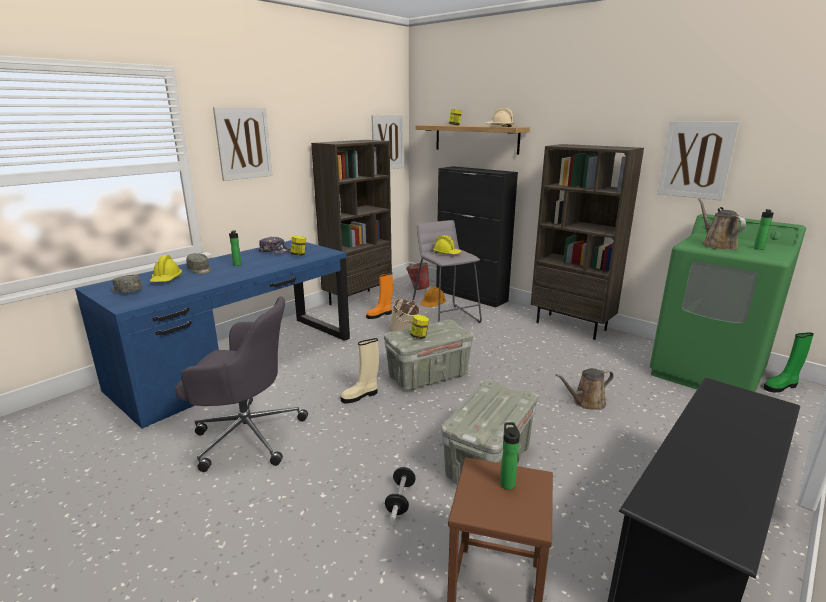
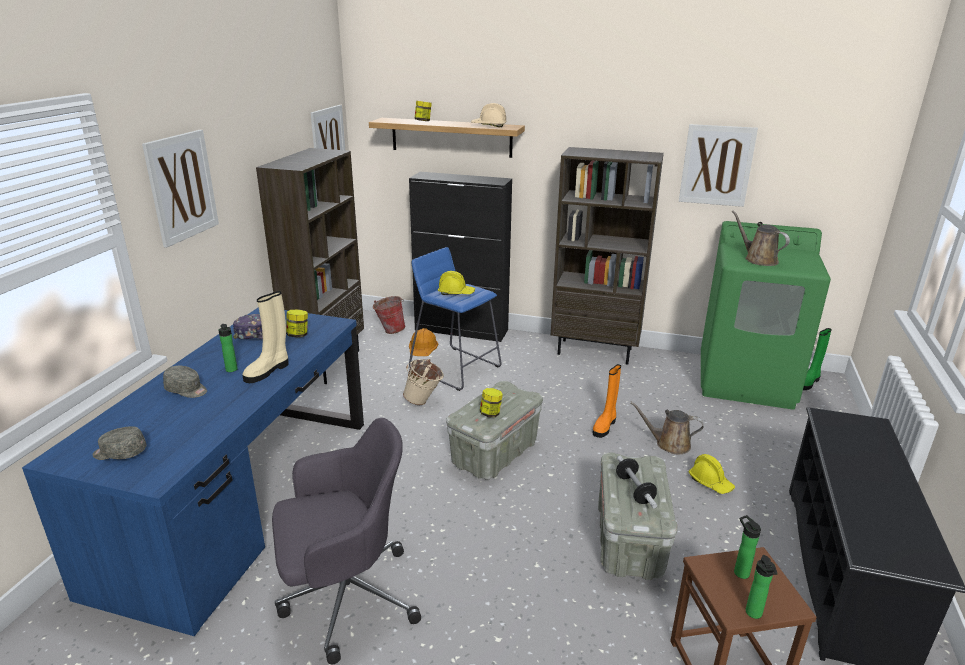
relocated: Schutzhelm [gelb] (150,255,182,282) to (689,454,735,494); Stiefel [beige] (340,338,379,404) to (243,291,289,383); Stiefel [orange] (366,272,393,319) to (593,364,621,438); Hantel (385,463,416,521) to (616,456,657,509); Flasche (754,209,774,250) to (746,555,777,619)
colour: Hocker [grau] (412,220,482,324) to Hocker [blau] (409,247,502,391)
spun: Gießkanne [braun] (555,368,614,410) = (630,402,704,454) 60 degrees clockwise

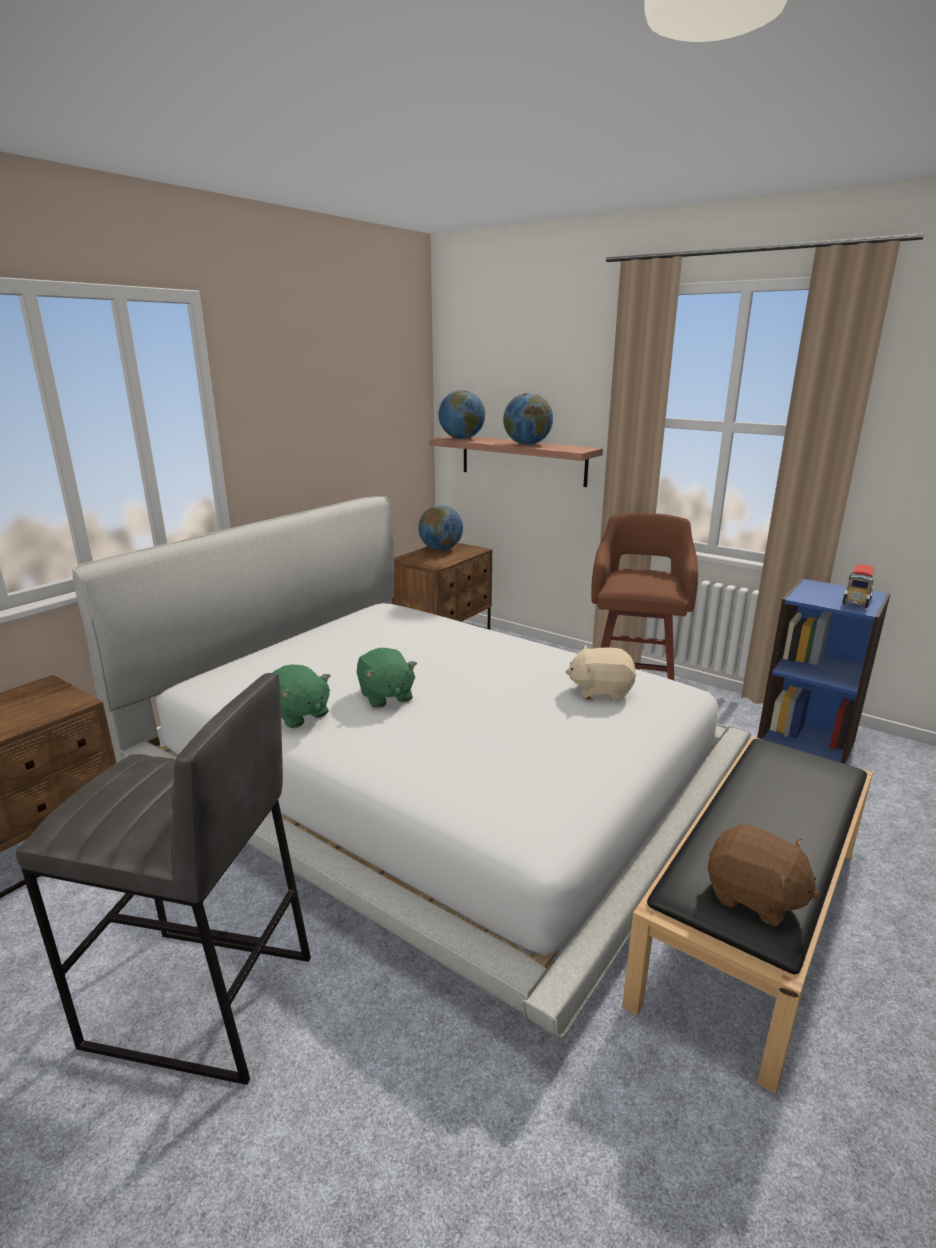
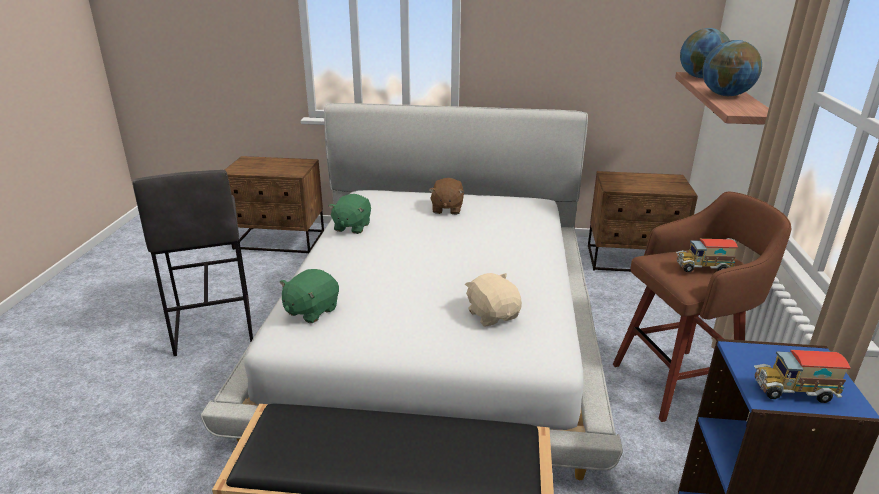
missing: Globus (418,505,463,550)
appeared: Spielzeuglaster (676,239,738,272)
relocated: Plüschtier [grün] (357,648,417,708) to (280,269,339,323); Plüschtier [braun] (708,824,820,926) to (429,178,464,215)

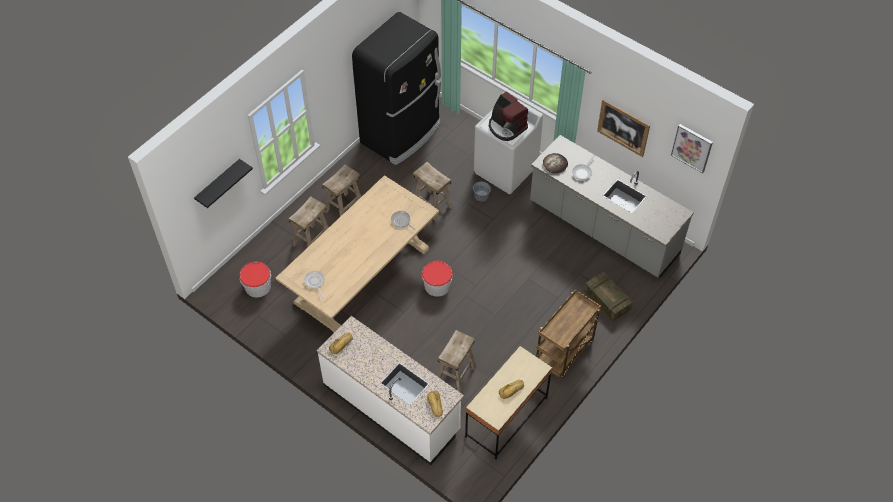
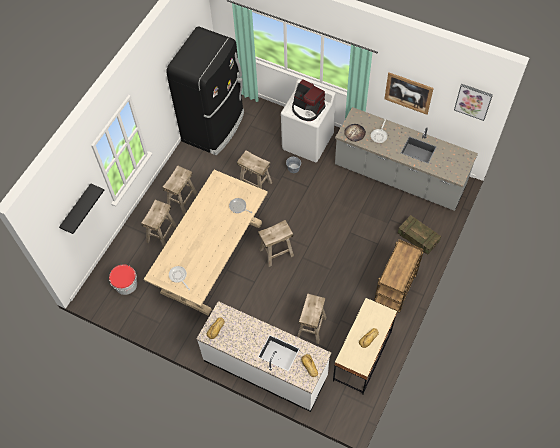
exchanged: Eimer (422,261,453,297) to Hocker [beige] (258,220,294,267)

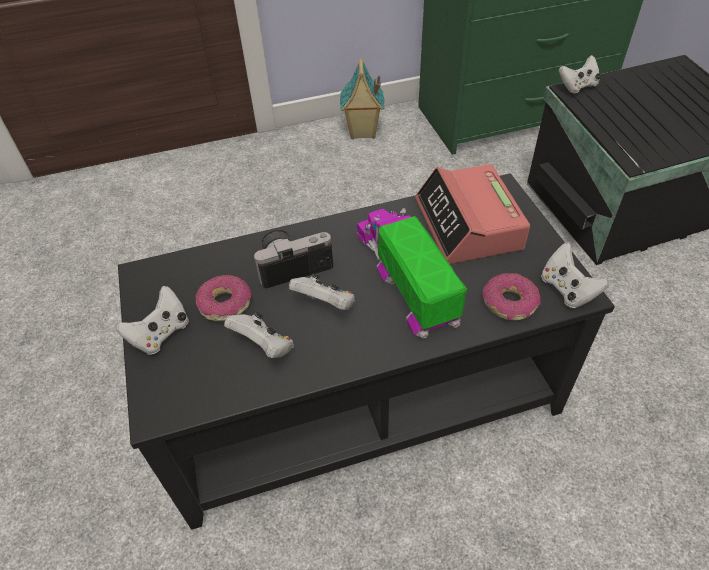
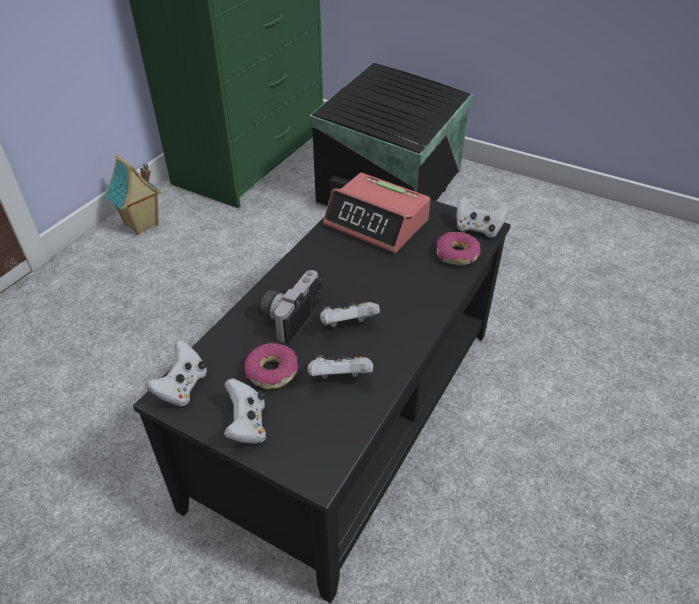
missing: Spielzeuglaster (357,208,467,339)
relocated: Gamepad [weiß] (559,55,601,93) to (146,340,207,407)

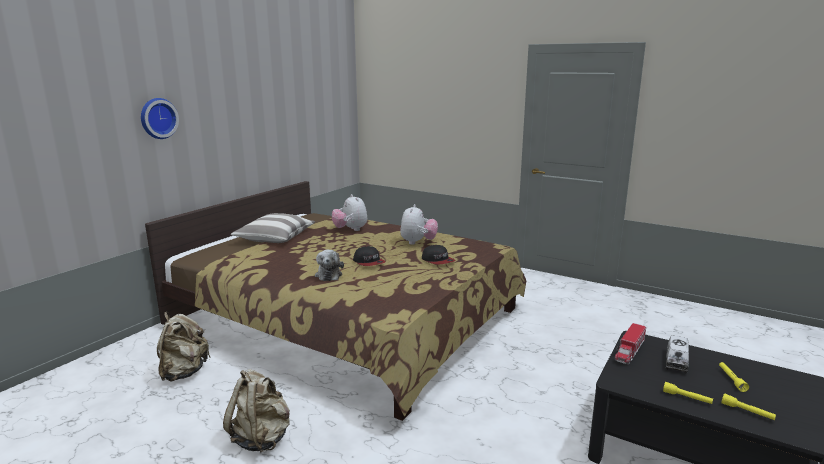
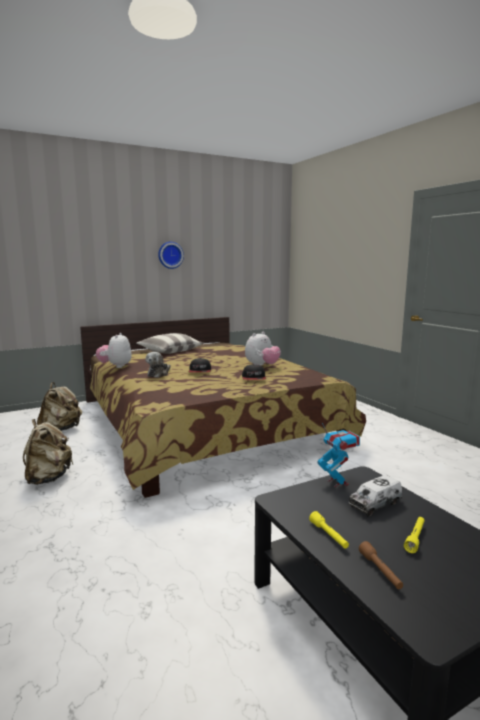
relocated: Wanduhr (141,98,179,139) to (158,242,184,269); Plüschtier (332,194,367,231) to (96,333,132,368)
exchanged: Spielzeuglaster (615,323,646,365) to Spielzeugroboter (318,423,360,487)
colour: Taschenlampe [gelb] (721,393,776,420) to Taschenlampe [braun] (359,541,403,590)

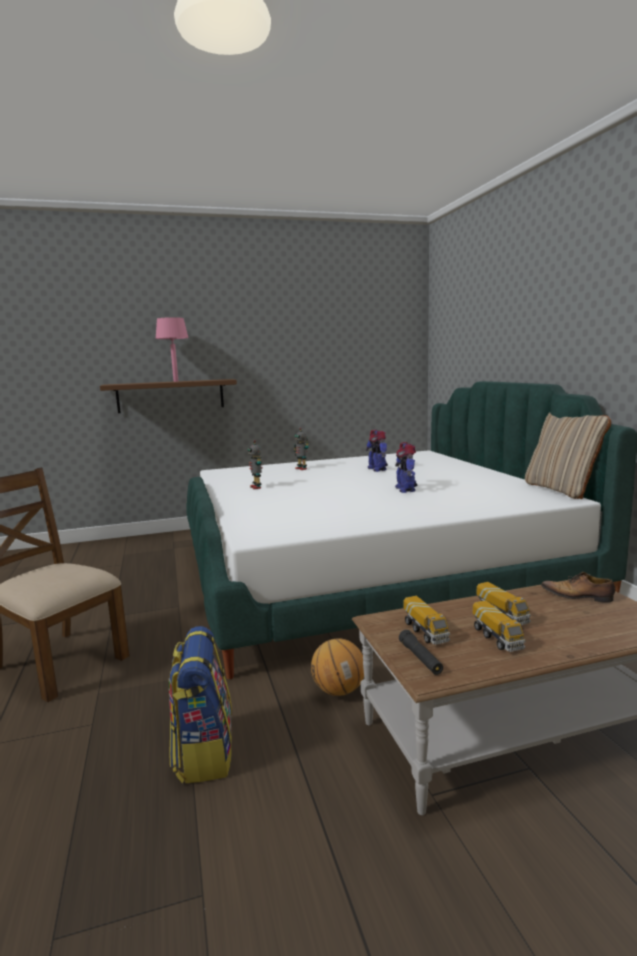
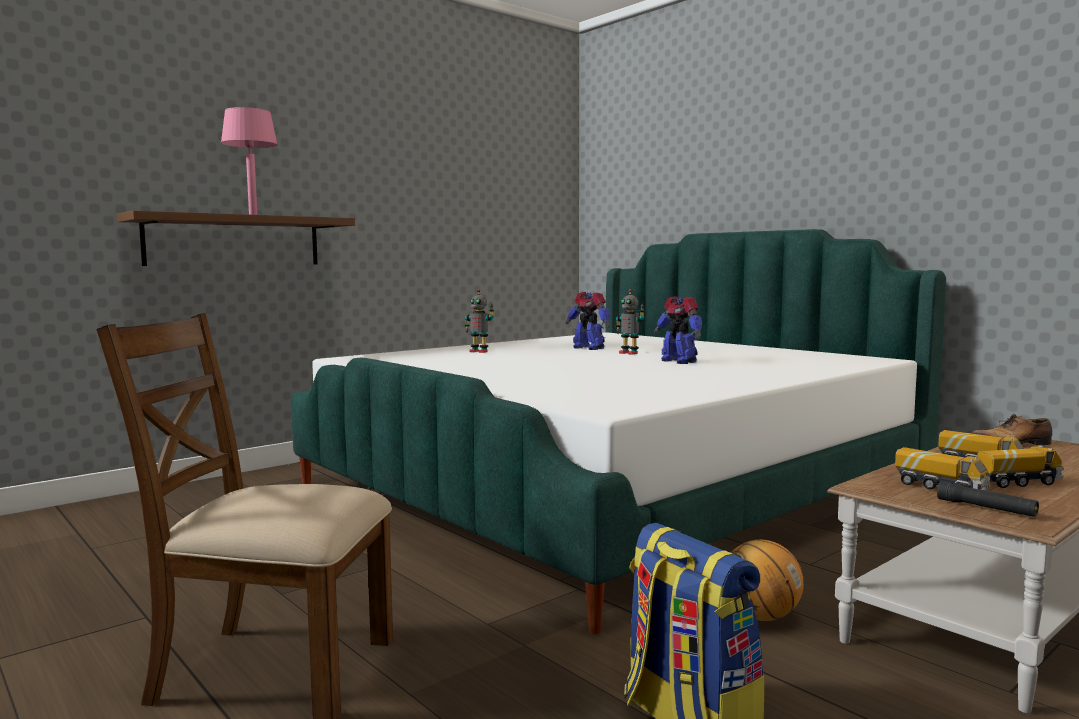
missing: Kissen [beige] (525,413,611,499)
relocated: Spielzeugroboter (248,440,262,489) to (615,289,645,355)
spun: Spielzeuglaster (473,600,526,652) = (977,445,1064,488) 60 degrees counterclockwise

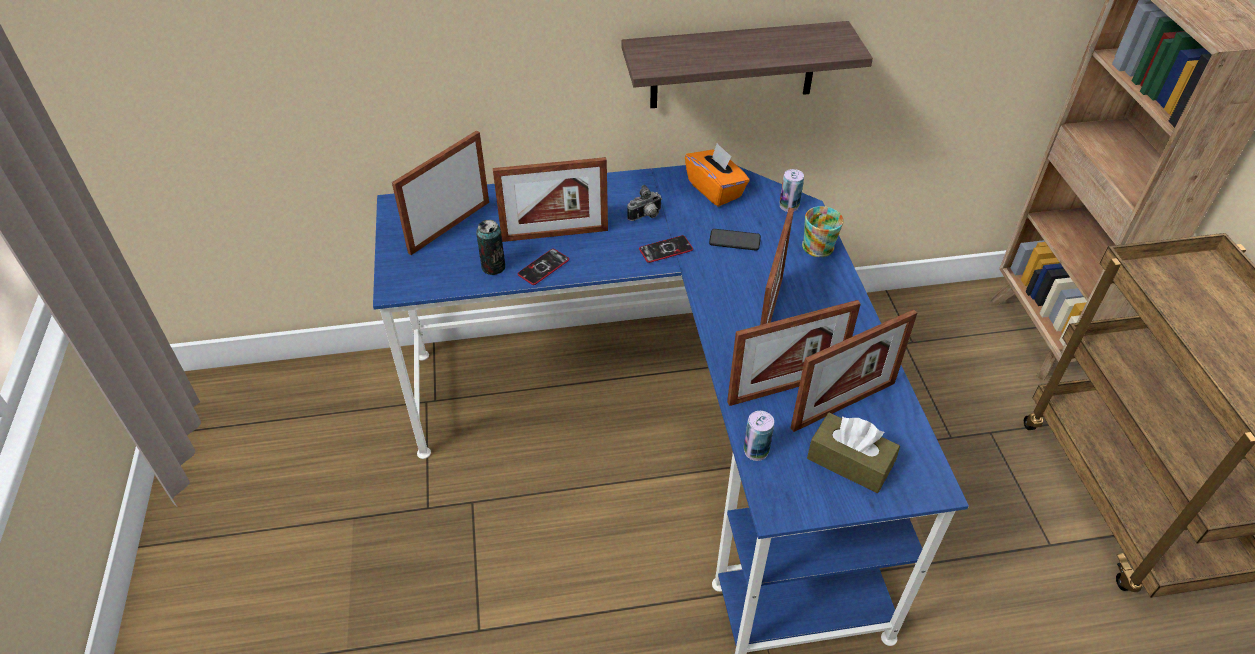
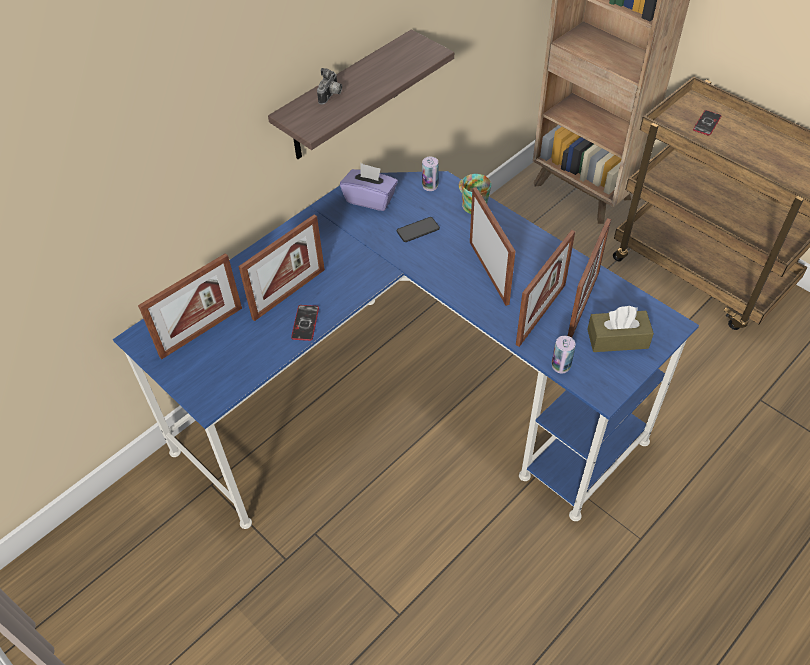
missing: Dose (476,220,505,275)
relocated: Kamera (627,185,662,221) to (317,68,342,105); Handy (639,235,693,263) to (693,110,721,136)
colour: Taschentuchbox [orange] (685,143,750,207) to Taschentuchbox [lila] (340,163,398,211)
spun: Bilderrahmen (392,131,489,255) = (138,253,242,359) 135 degrees counterclockwise

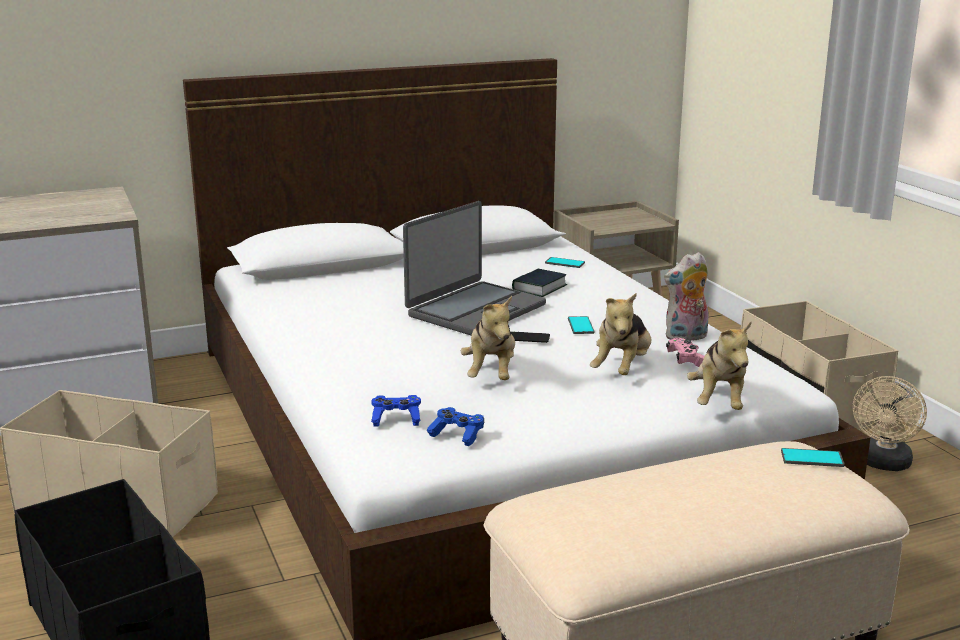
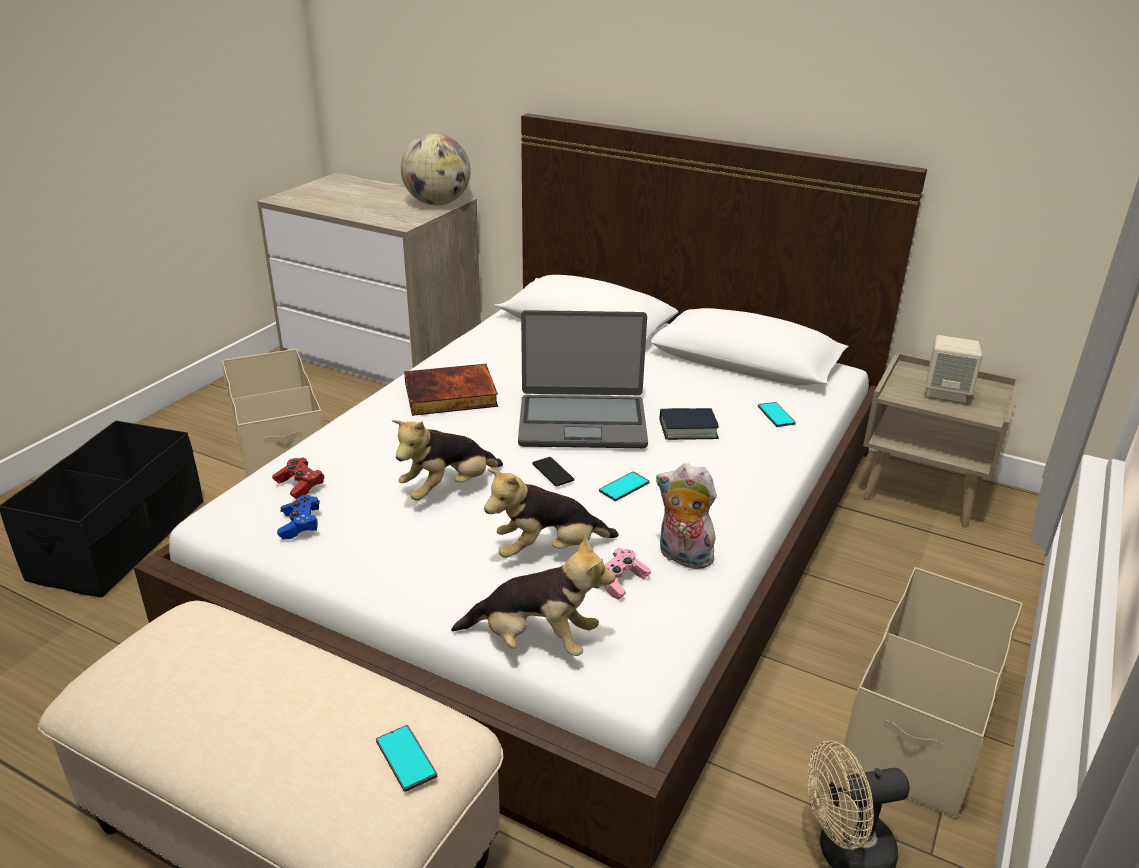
appeared: Globus (401,133,471,205); Buch (404,364,498,416); Lautsprecher [beige] (926,335,982,404)
colour: Gamepad [blau] (371,395,421,426) to Gamepad [rot] (272,458,324,500)
spun: Plüschtier (687,321,752,410) = (451,535,615,656) 135 degrees counterclockwise

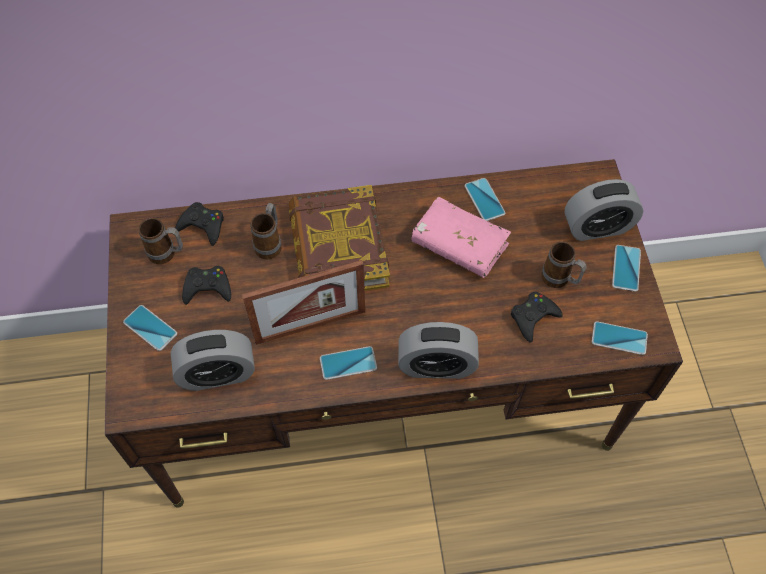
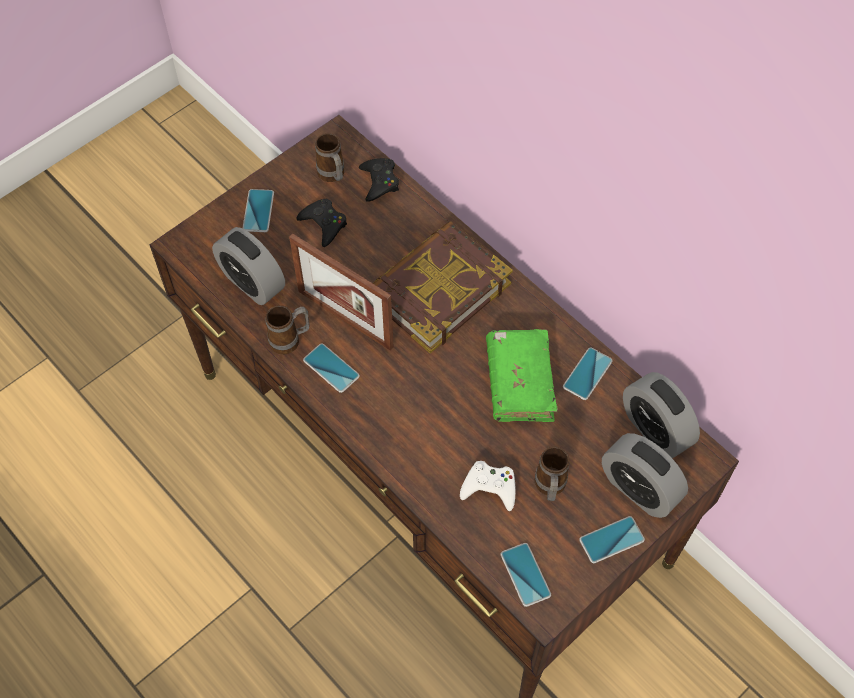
relocated: Henkelbecher (250,203,282,259) to (265,305,309,355); Wecker (398,322,479,379) to (623,372,700,458)
colour: Buch [rosa] (411,197,511,278) to Buch [grün] (486,329,558,422); Gamepad [schwarz] (510,292,563,343) to Gamepad [weiß] (460,461,516,511)

